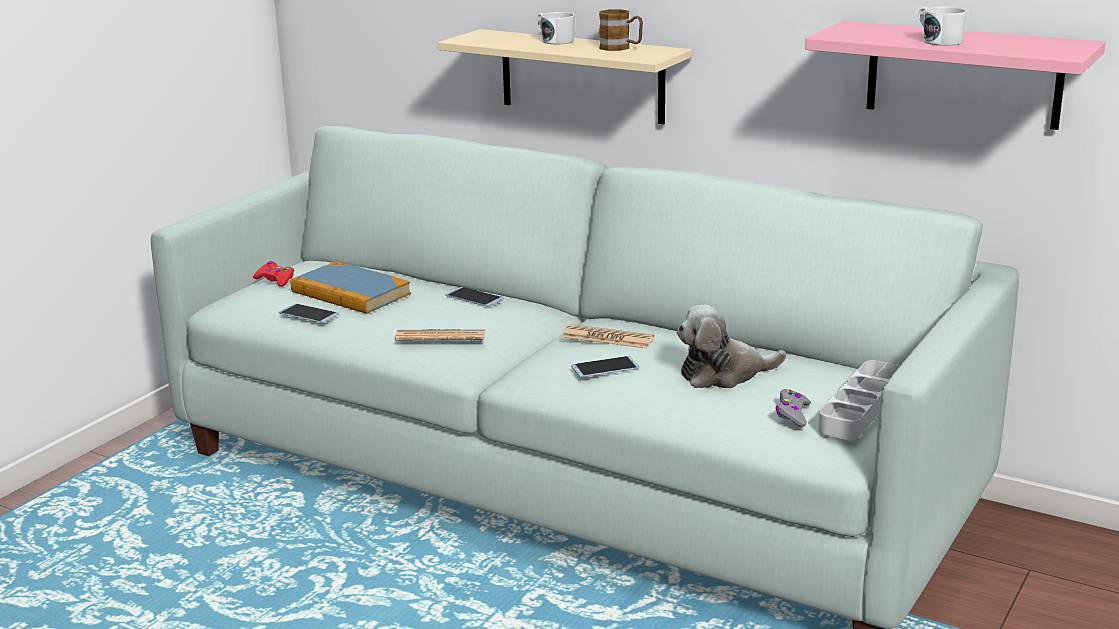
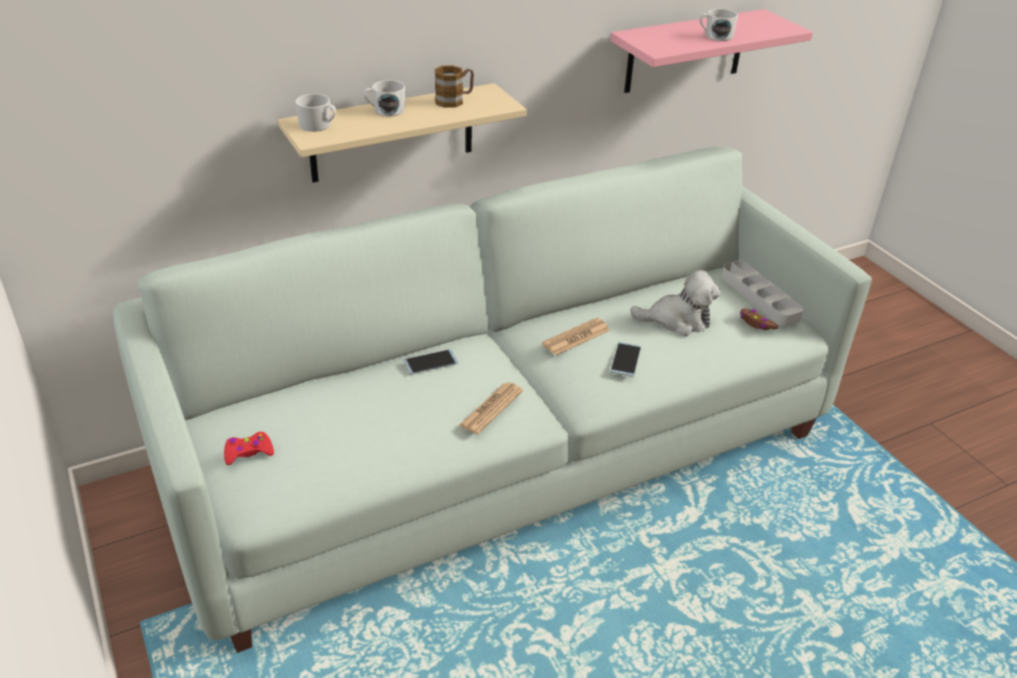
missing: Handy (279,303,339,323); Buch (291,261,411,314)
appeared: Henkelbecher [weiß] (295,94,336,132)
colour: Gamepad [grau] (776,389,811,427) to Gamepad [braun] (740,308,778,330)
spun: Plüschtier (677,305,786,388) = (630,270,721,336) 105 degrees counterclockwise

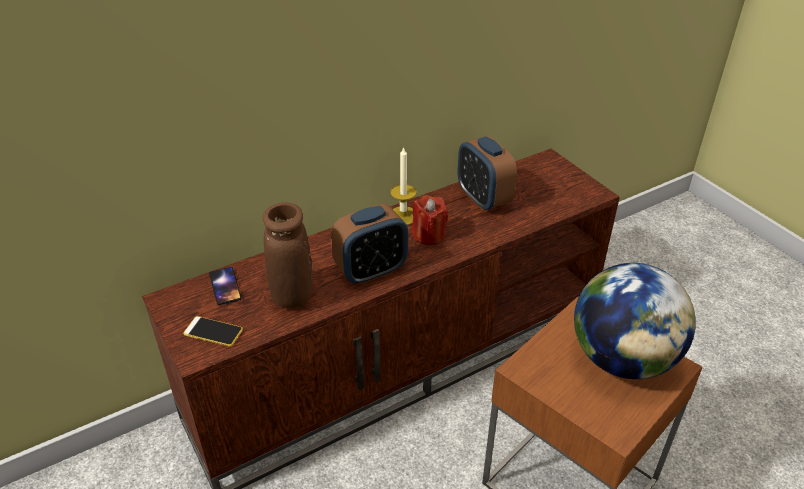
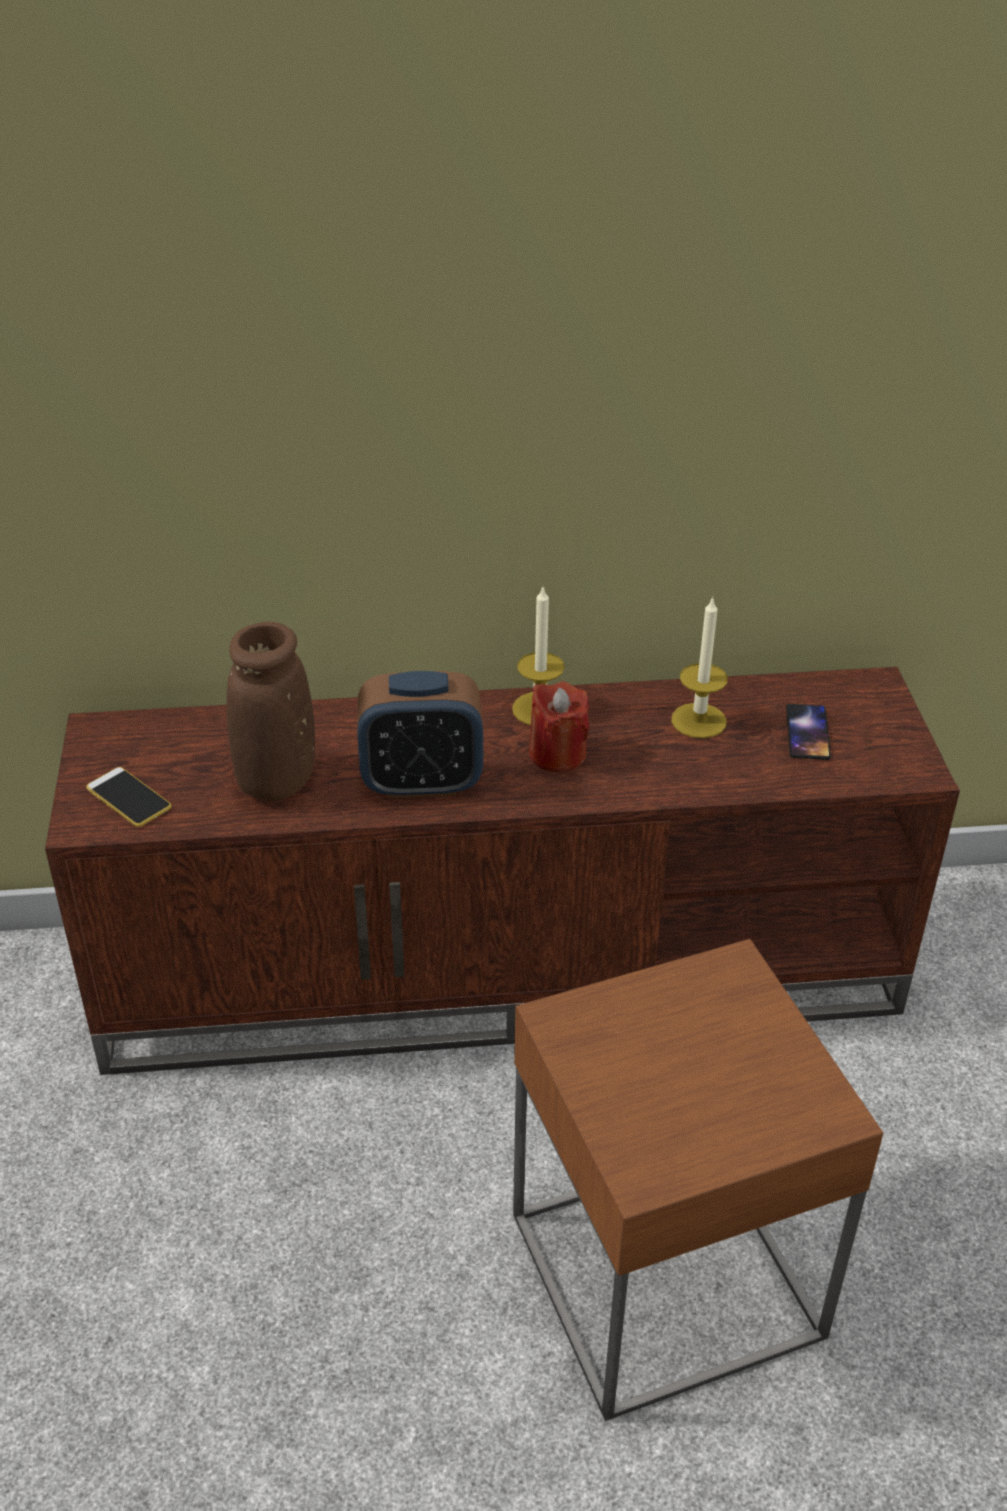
missing: Globus (574,263,696,379)
relocated: Handy (209,267,242,305) to (786,704,831,760)
exchanged: Wecker (458,136,517,211) to Kerze (671,597,728,738)

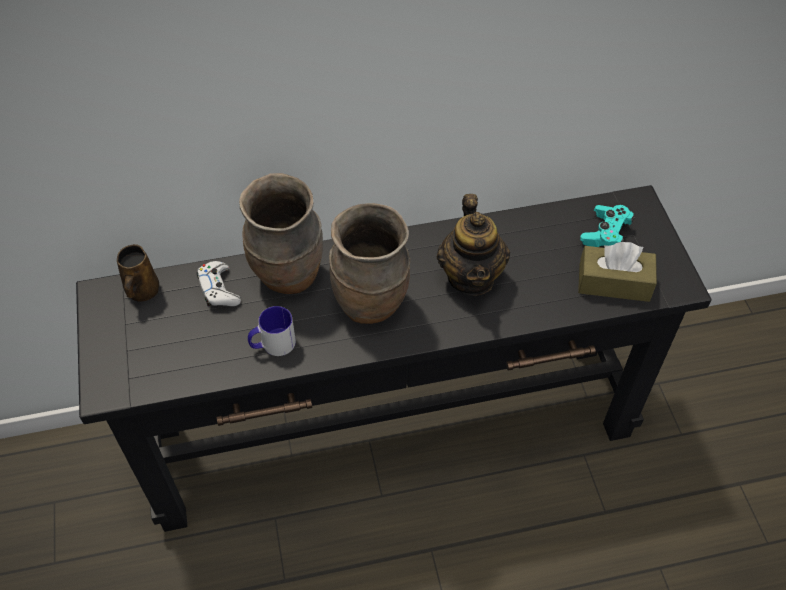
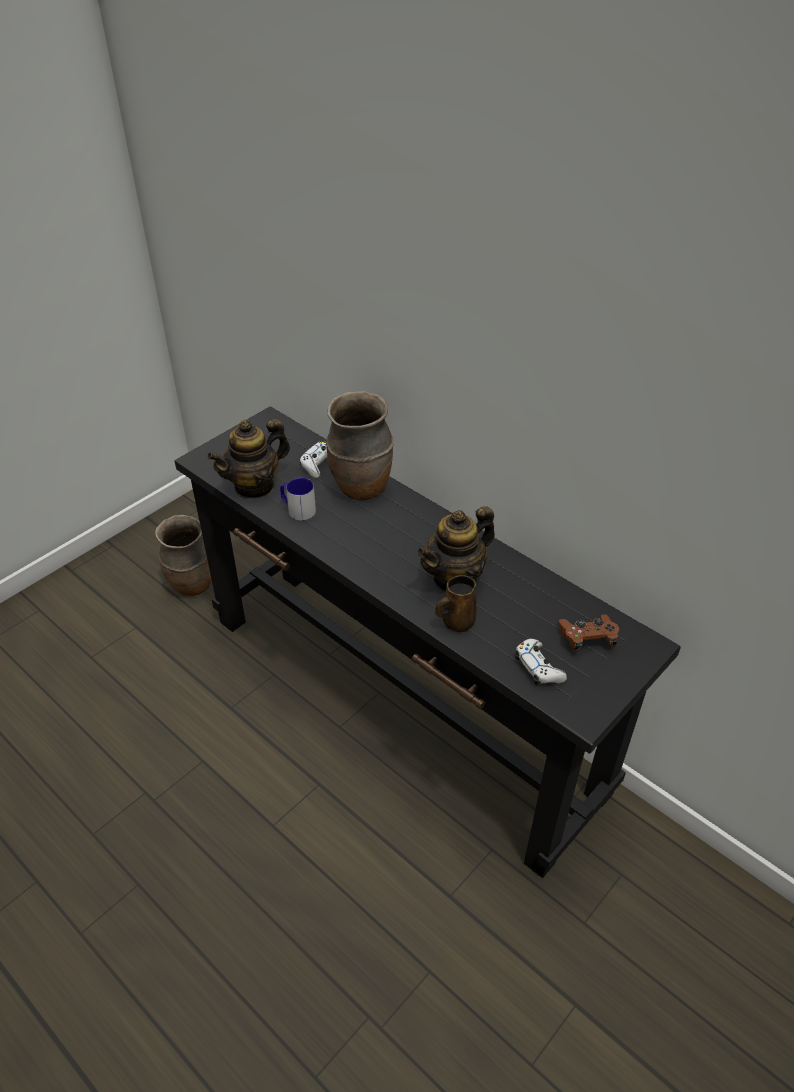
appeared: Teekanne (207,419,290,500)
relocated: Henkelbecher [braun] (117,244,159,302) to (435,575,476,632); Vase [braun] (329,203,410,324) to (155,515,211,596)
exchanged: Taschentuchbox [braun] (578,242,657,302) to Gamepad [weiß] (515,639,567,685)
colour: Gamepad [türkis] (580,205,635,247) to Gamepad [braun] (558,614,619,652)

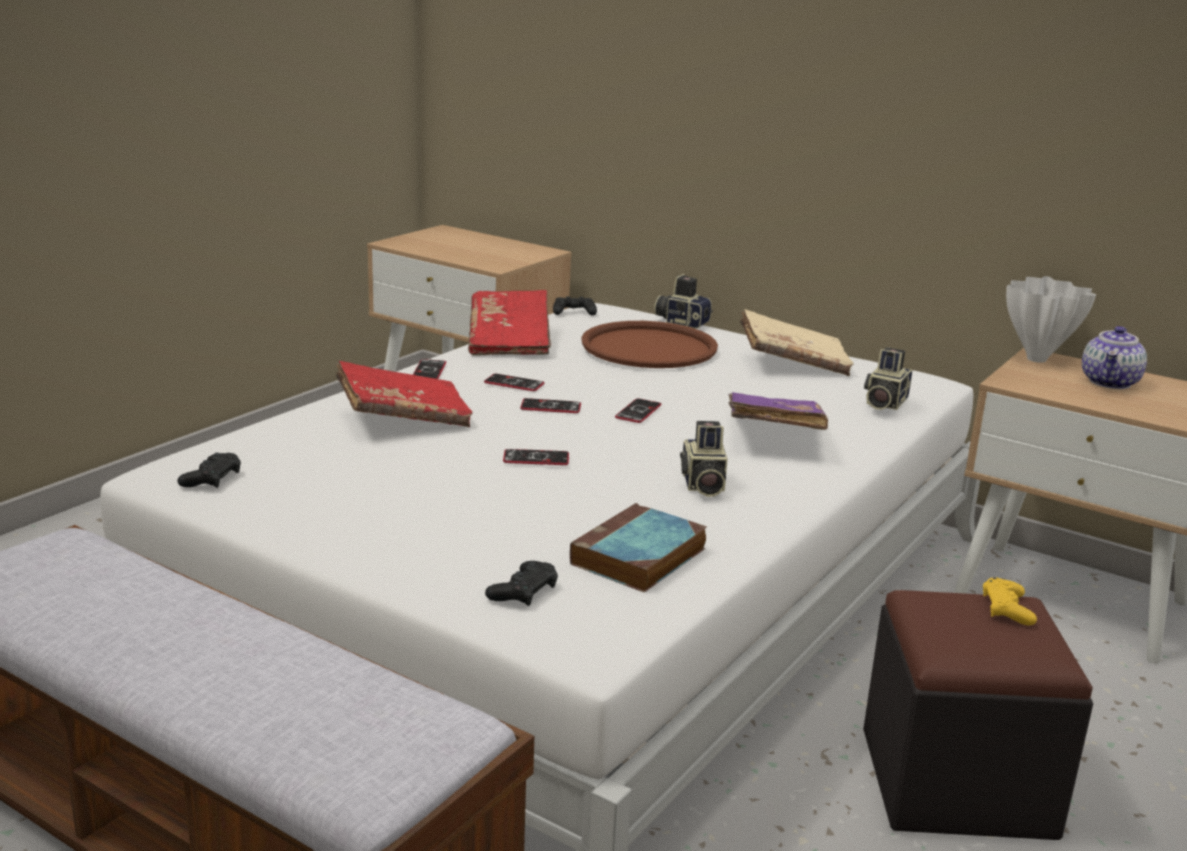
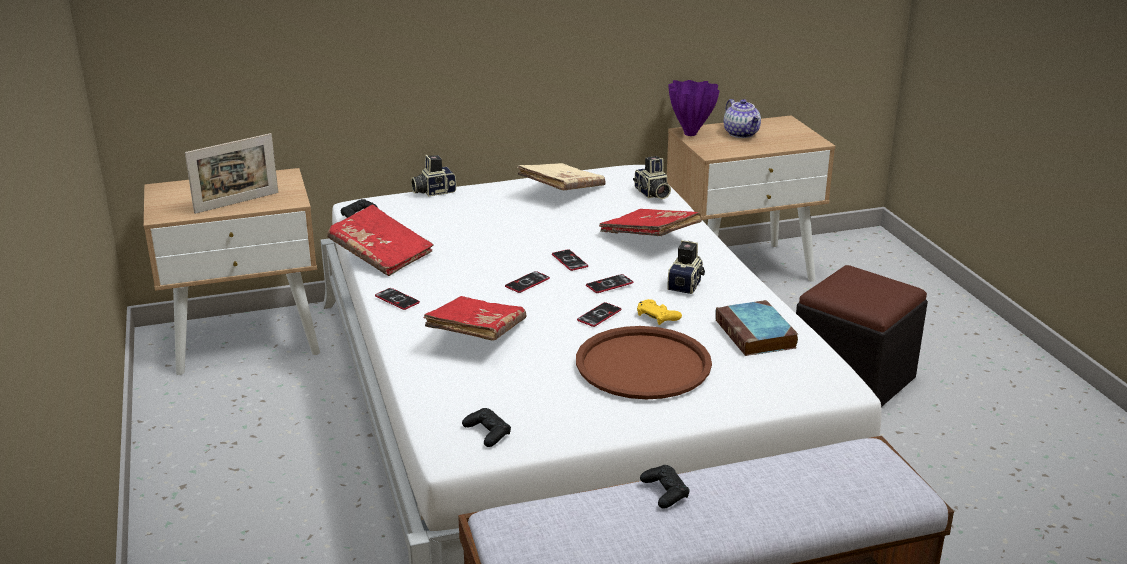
appeared: Bilderrahmen (185,133,278,214)
relocated: Handy (484,373,545,391) to (586,274,633,293); Gamepad [schwarz] (485,561,558,606) to (640,465,690,509); Tablett [braun] (581,321,718,368) to (576,326,712,399); Gamepad [gelb] (983,577,1037,625) to (637,299,682,325)
colour: Buch [lila] (728,392,828,430) to Buch [rot] (599,209,702,236); Vase [weiß] (1006,276,1096,363) to Vase [lila] (668,80,719,136)
spun: Kamera (680,421,727,497) = (668,240,705,294) 105 degrees counterclockwise

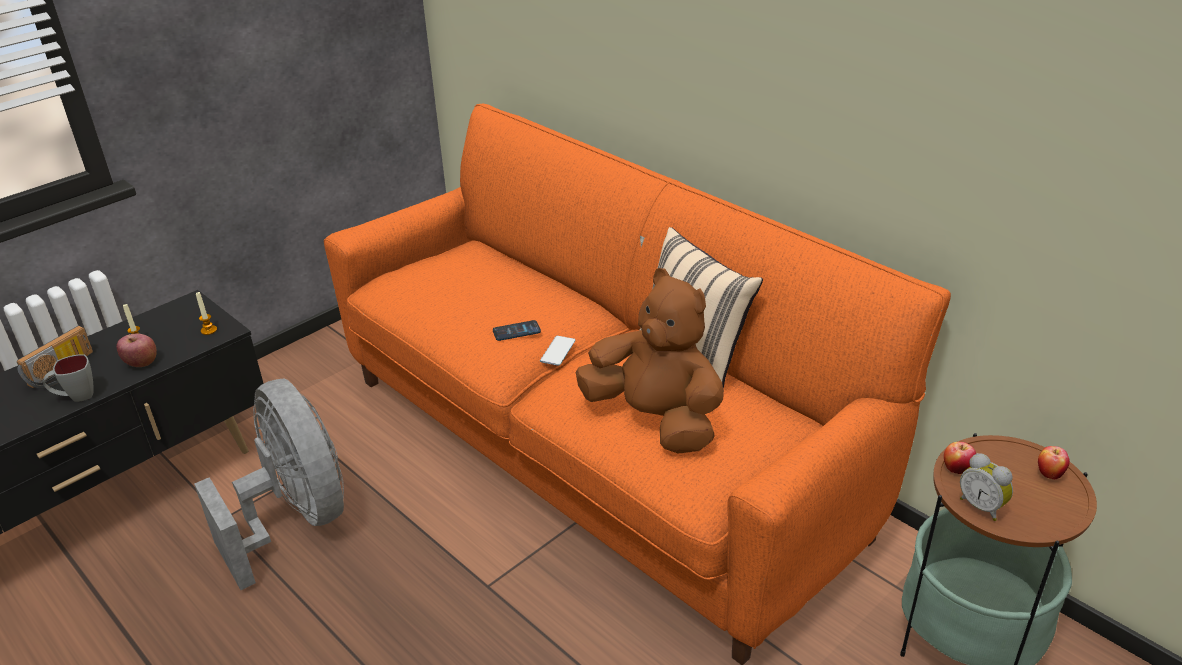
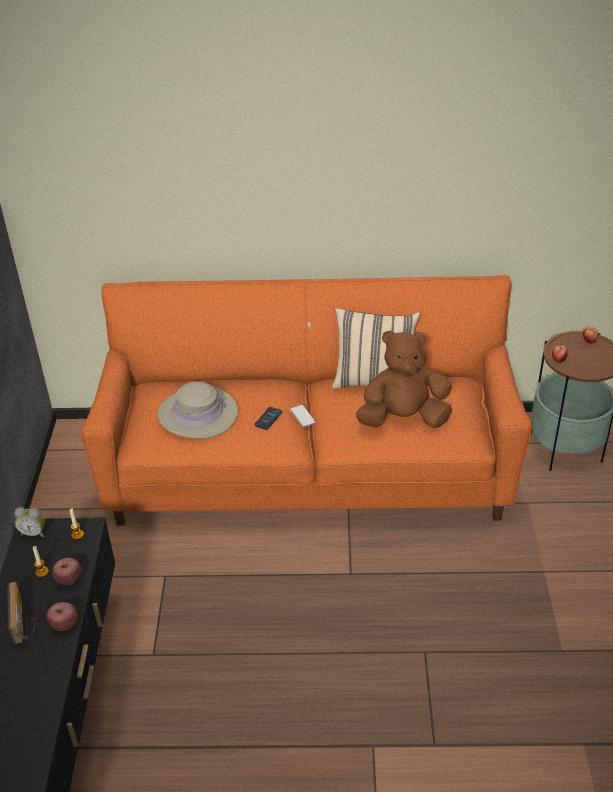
missing: Ventilator [grau] (194,379,344,590)
appeared: Hut [beige] (157,382,238,439)
relocated: Wecker (960,453,1013,521) to (14,507,45,537)
exchanged: Henkelbecher [grau] (43,354,94,402) to Apfel (46,602,78,631)

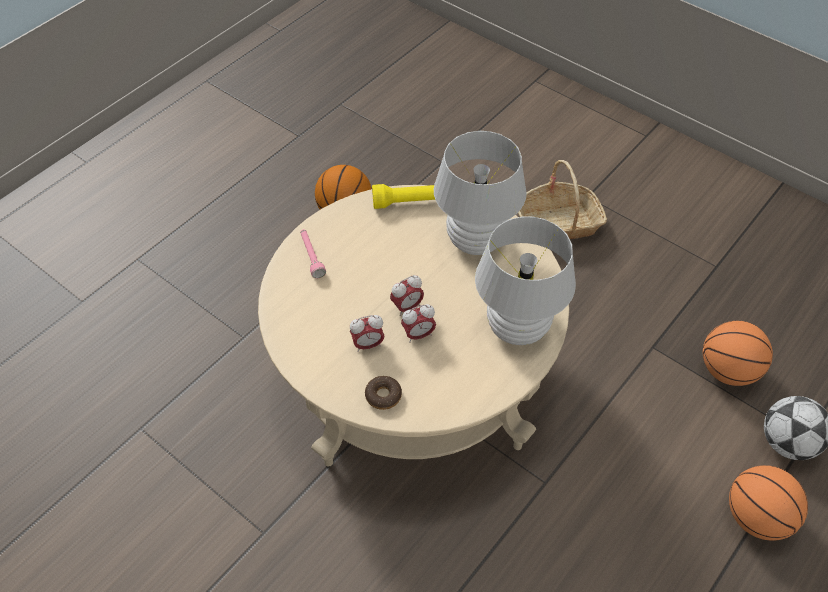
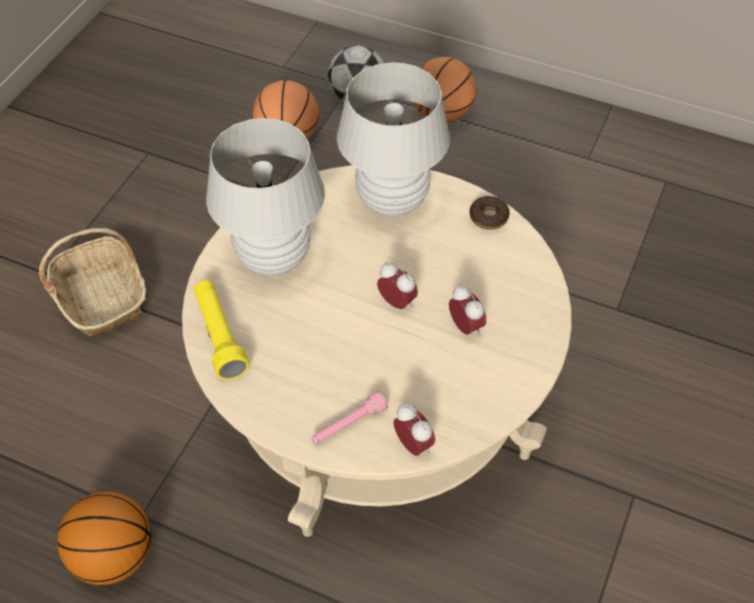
relocated: Donut (365,376,402,410) to (469,196,510,230); Wecker (401,304,436,343) to (393,404,435,456)

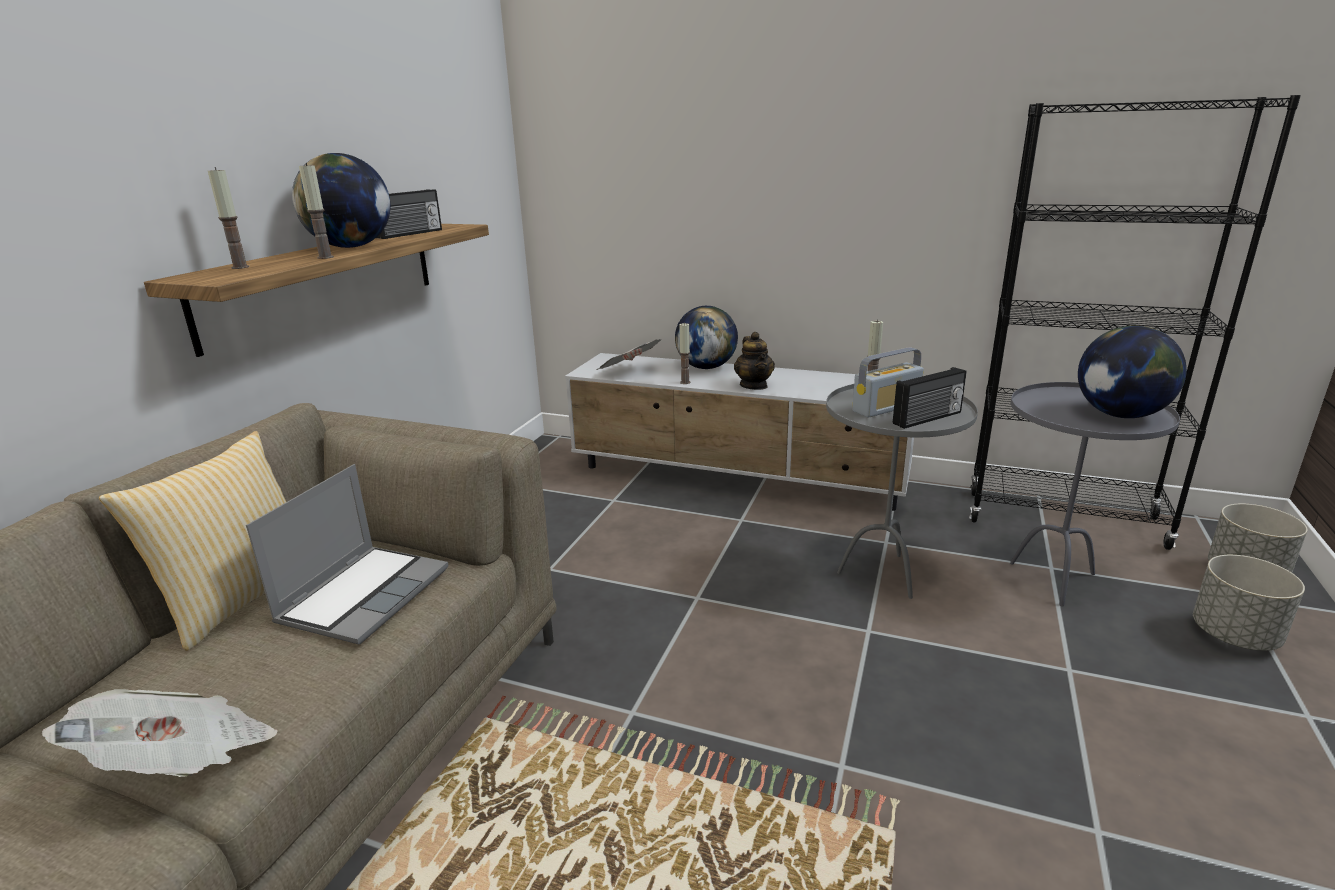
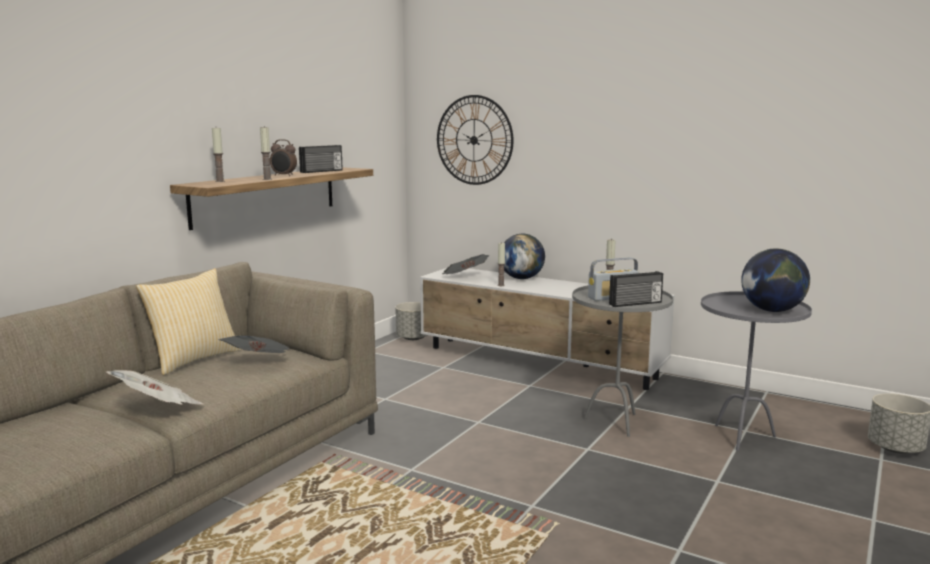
missing: Teekanne (734,332,775,390); Bücherregal [schwarz] (970,95,1301,550)
appeared: Wanduhr (437,95,514,185)
relocated: Pflanzkübel [grau] (1193,555,1305,651) to (395,302,428,340)
exchanged: Laptop (246,464,448,644) to Zeitung (218,335,289,353); Globus (292,153,390,248) to Wecker (270,139,297,176)

